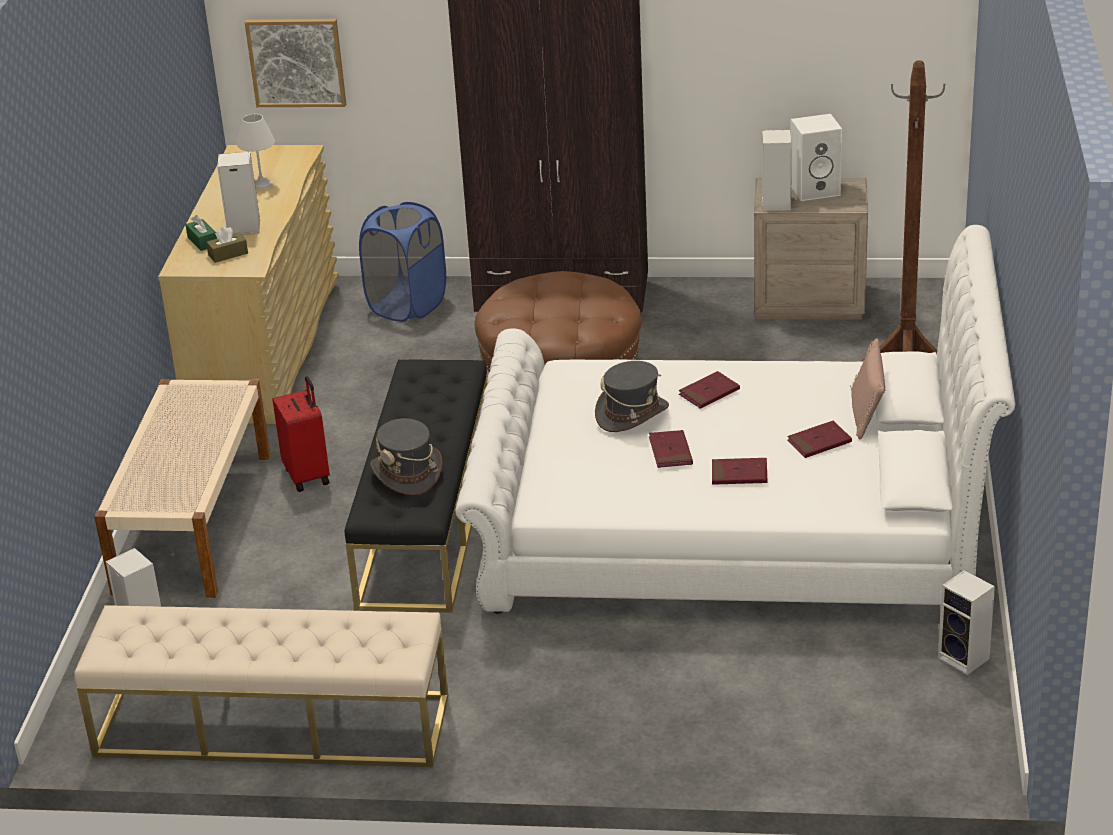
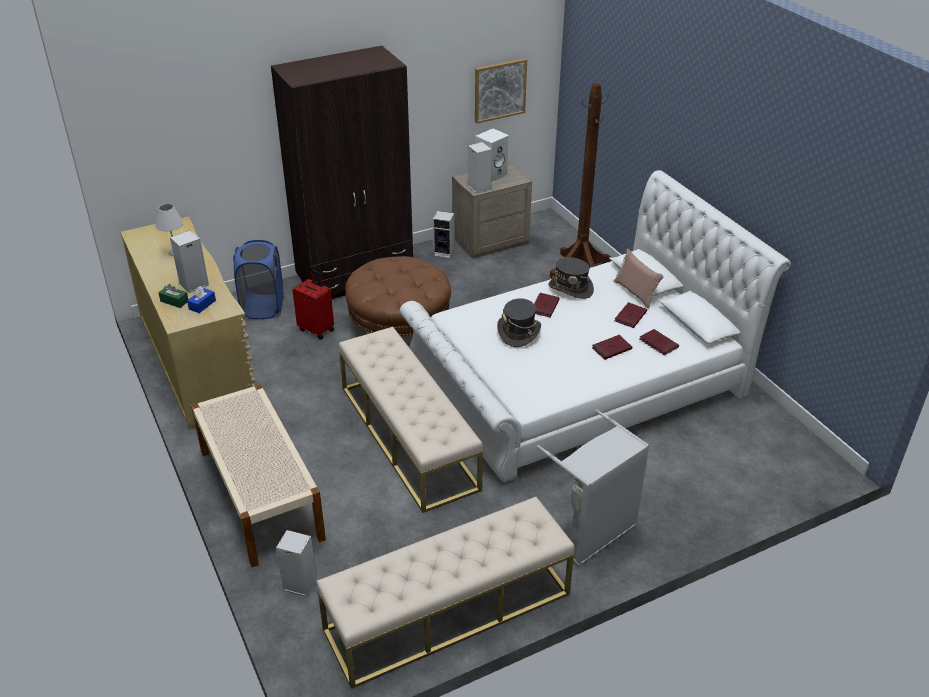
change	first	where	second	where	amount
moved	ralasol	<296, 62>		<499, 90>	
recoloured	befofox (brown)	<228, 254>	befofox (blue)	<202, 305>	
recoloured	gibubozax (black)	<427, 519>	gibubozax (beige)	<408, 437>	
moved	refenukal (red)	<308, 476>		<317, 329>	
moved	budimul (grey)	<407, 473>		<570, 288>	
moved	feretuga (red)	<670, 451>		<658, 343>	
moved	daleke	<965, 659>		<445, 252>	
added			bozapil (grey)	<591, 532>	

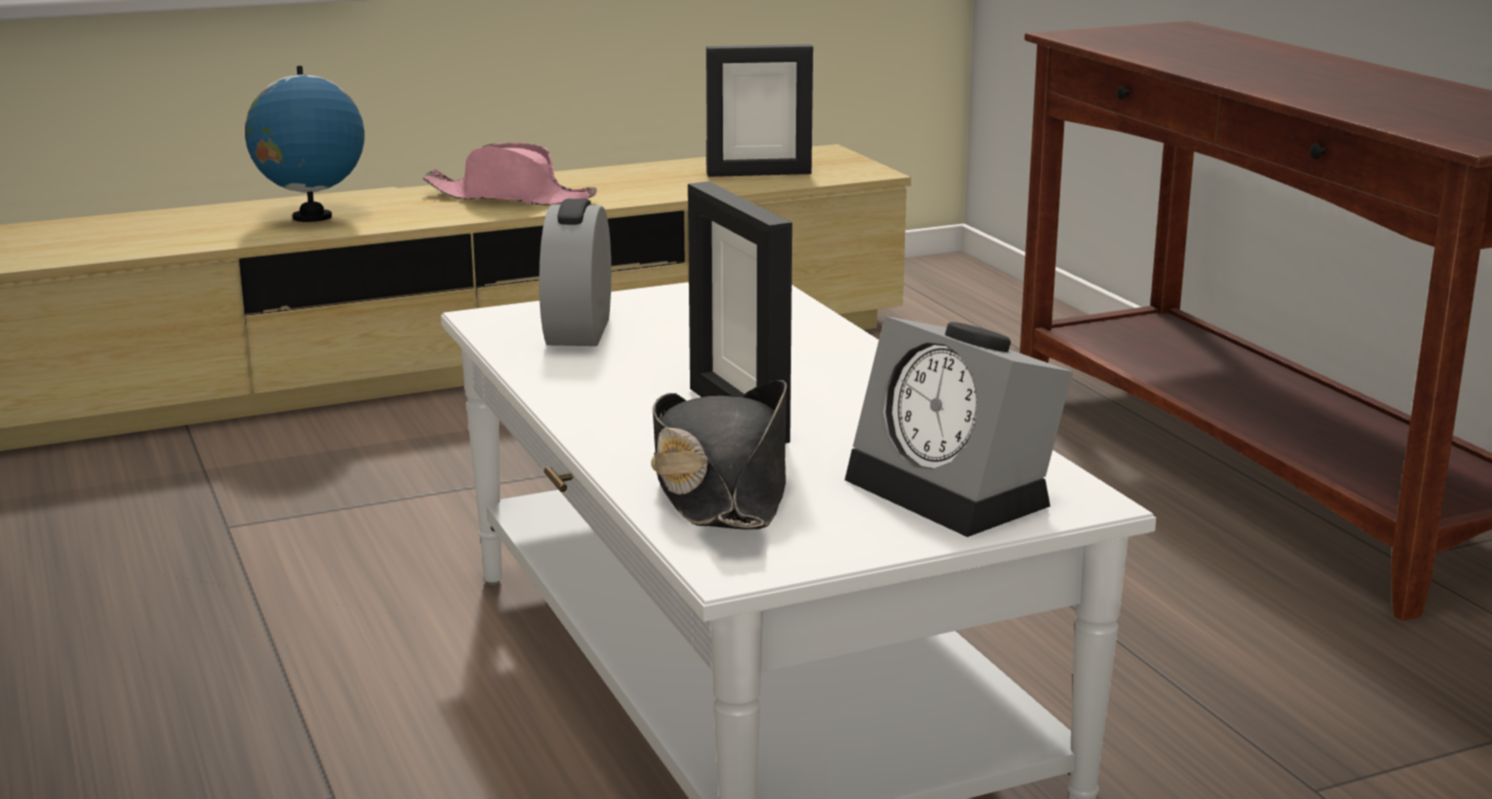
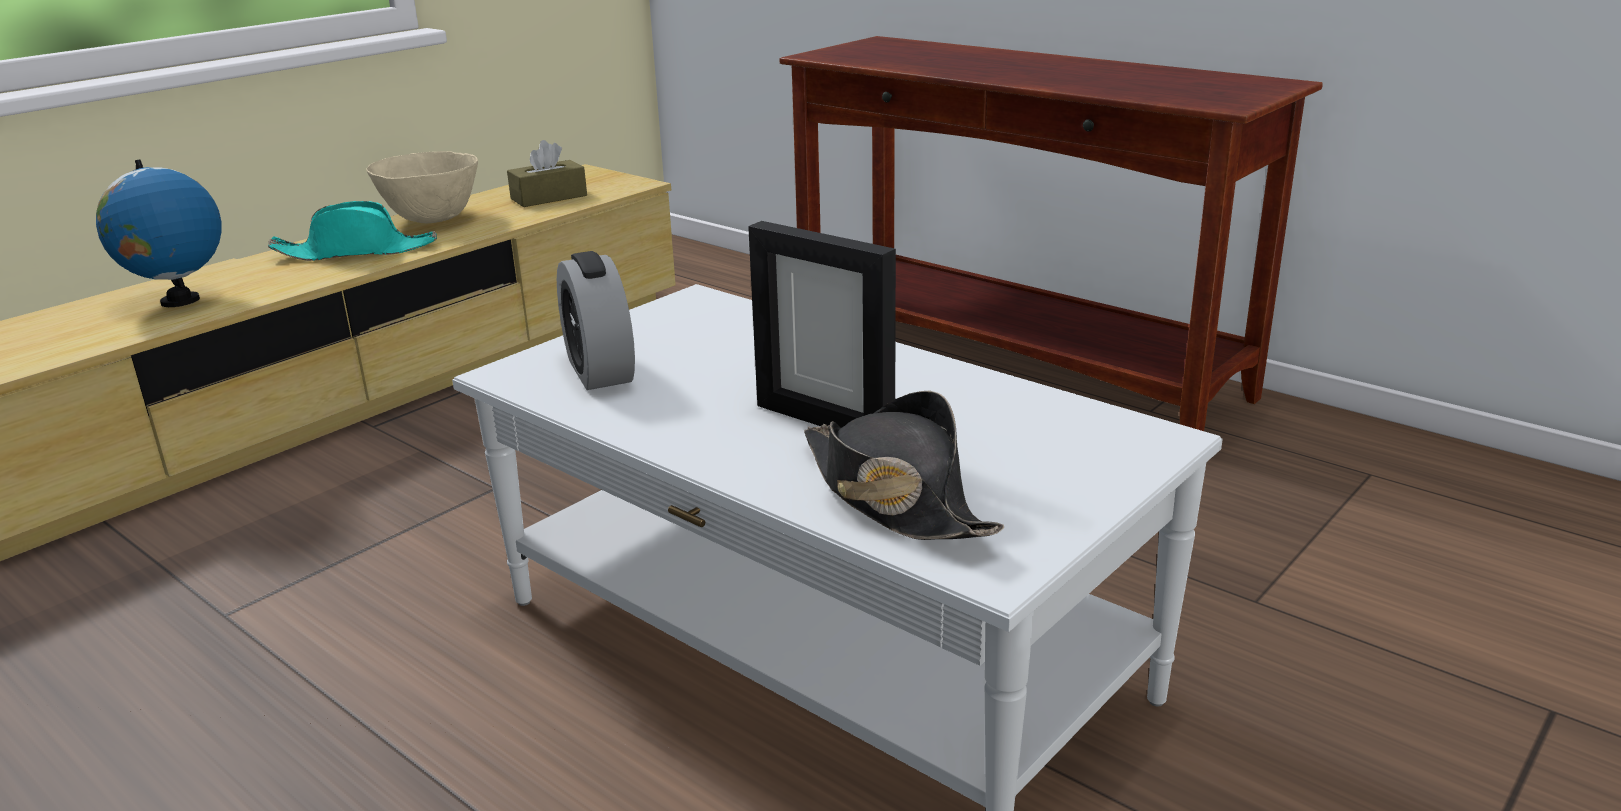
change	first	where	second	where	amount
replaced	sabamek	<758, 173>	befofox (brown)	<549, 197>	
recoloured	budimul (pink)	<511, 198>	budimul (turquoise)	<356, 252>	
removed	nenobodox	<958, 492>			
added			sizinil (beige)	<432, 219>	

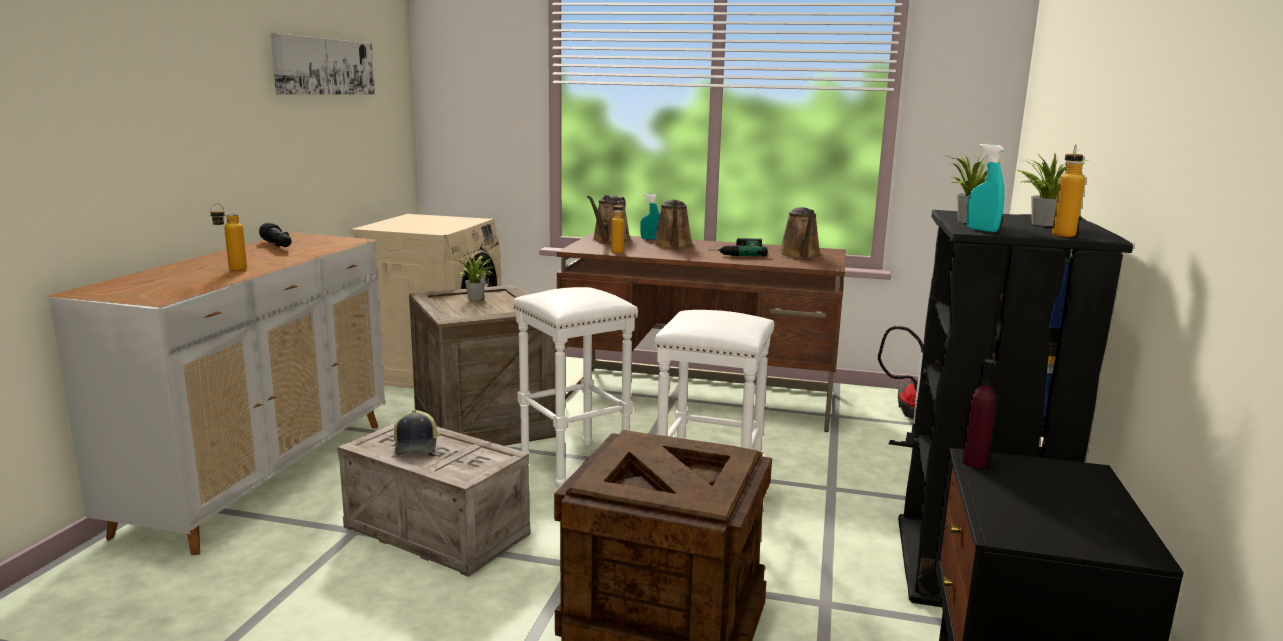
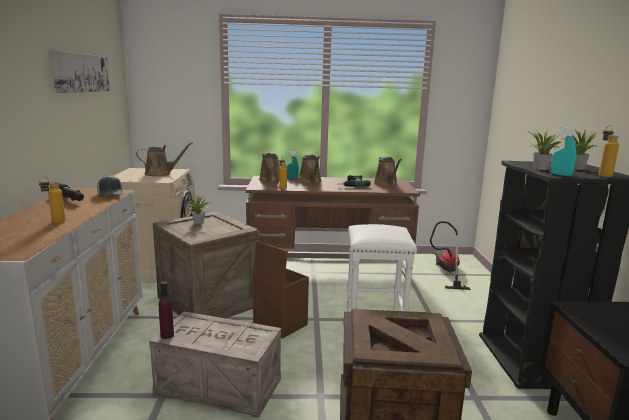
change	first	where	second	where	amount
replaced	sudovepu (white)	<571, 463>	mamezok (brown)	<279, 324>	
moved	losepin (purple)	<974, 462>		<167, 335>	
moved	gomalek	<416, 445>		<111, 194>	
added			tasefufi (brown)	<161, 174>	

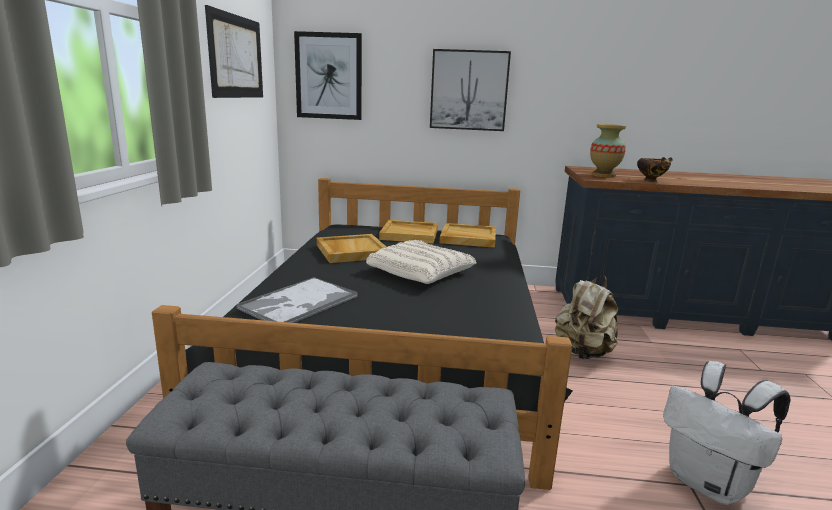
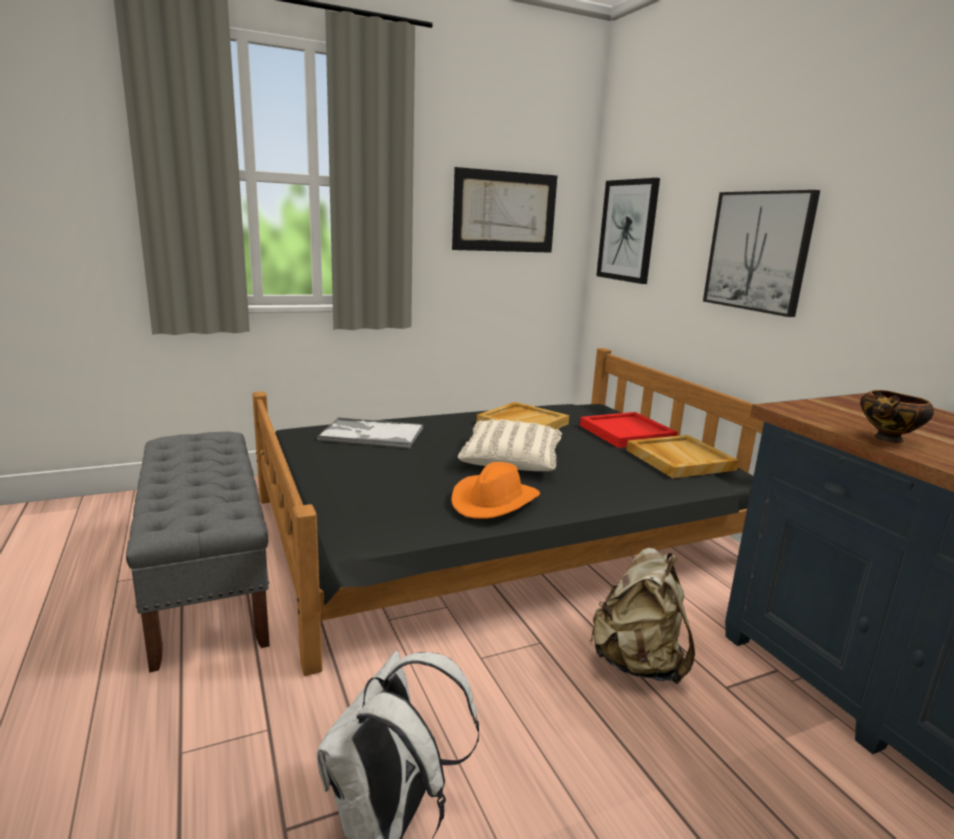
change	first	where	second	where	amount
removed	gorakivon	<603, 175>			
recoloured	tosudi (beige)	<410, 234>	tosudi (red)	<627, 433>	
added			budimul (orange)	<494, 501>	

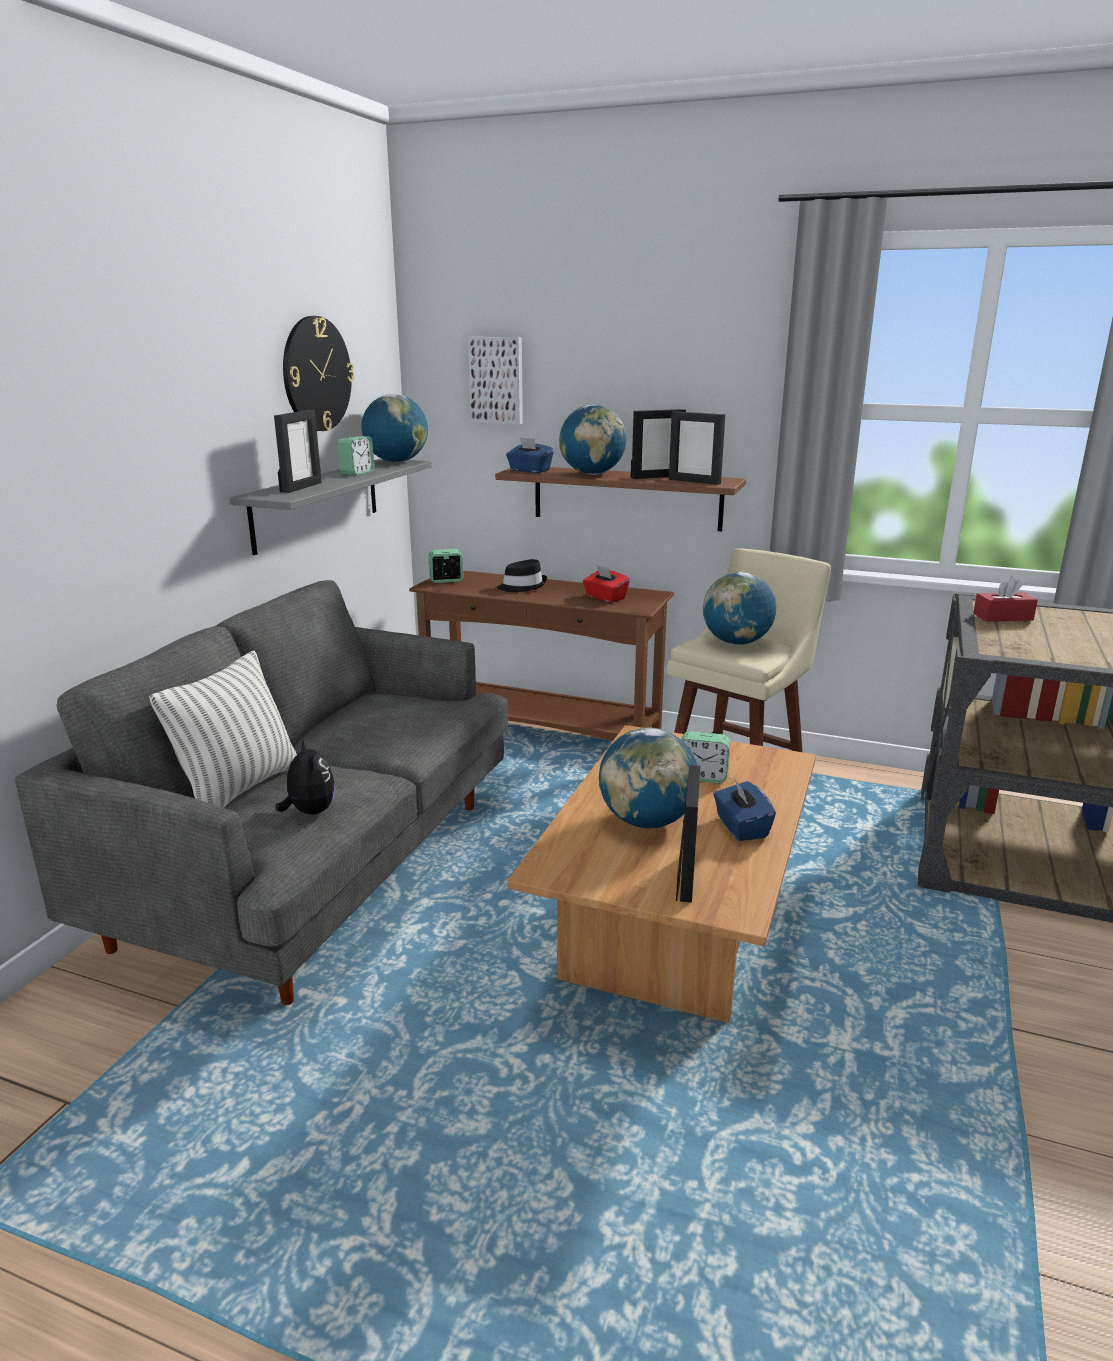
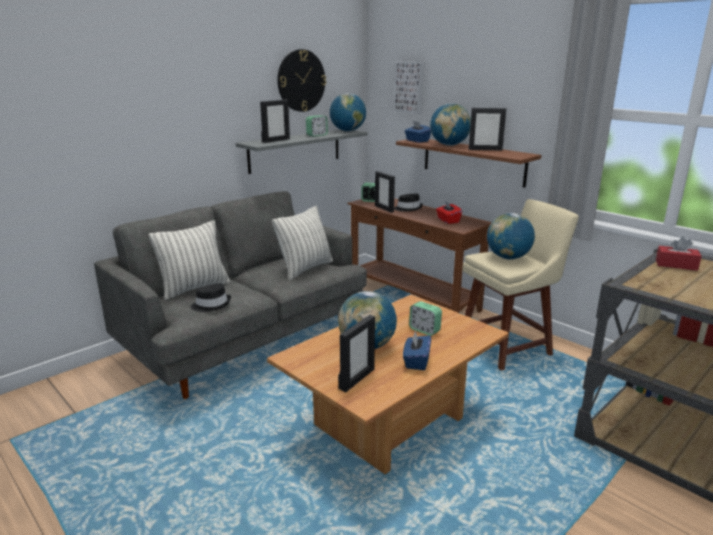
change	first	where	second	where	amount
moved	sabamek	<695, 481>		<384, 208>	
replaced	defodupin	<309, 812>	budimul (black)	<211, 305>	
added			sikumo	<305, 268>	

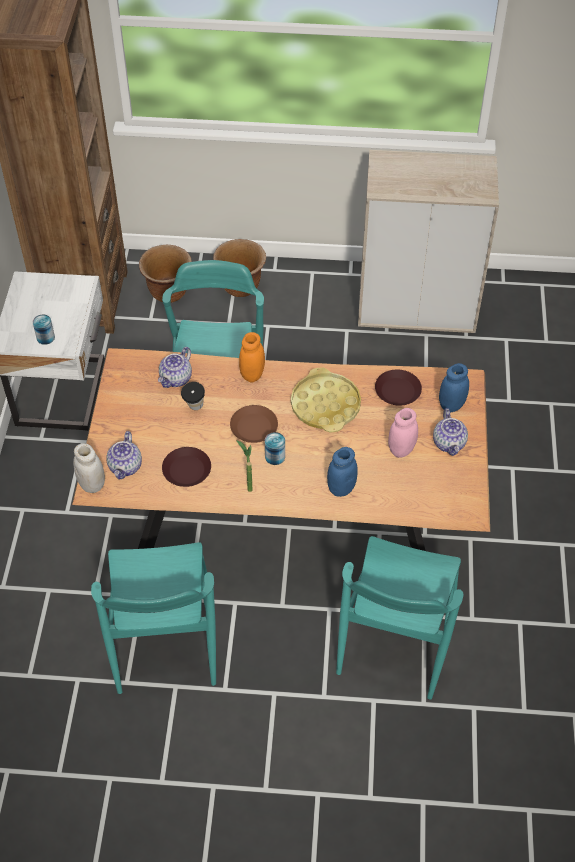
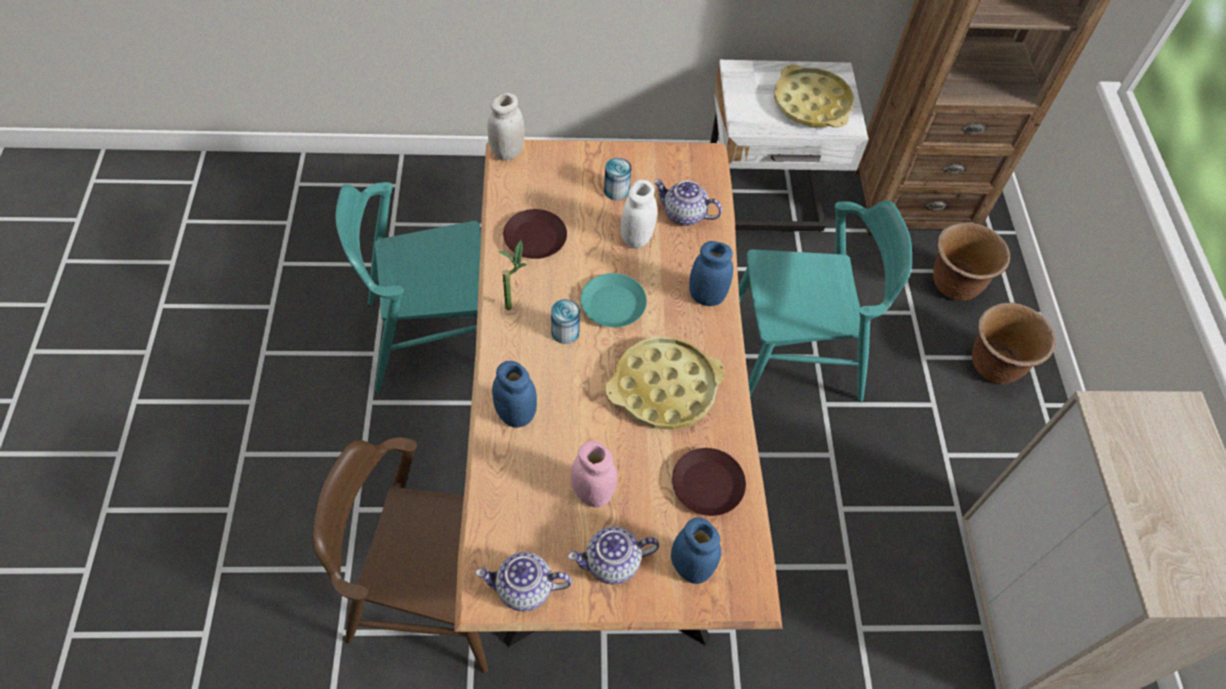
change	first	where	second	where	amount
moved	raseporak	<45, 337>		<616, 190>	
recoloured	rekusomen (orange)	<252, 374>	rekusomen (blue)	<706, 296>	
replaced	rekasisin	<194, 408>	rekusomen (white)	<636, 238>	
recoloured	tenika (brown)	<254, 427>	tenika (turquoise)	<613, 305>	
moved	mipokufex	<126, 467>		<524, 589>	
recoloured	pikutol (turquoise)	<395, 640>	pikutol (brown)	<434, 593>	
added			tosudi (yellow)	<811, 103>	

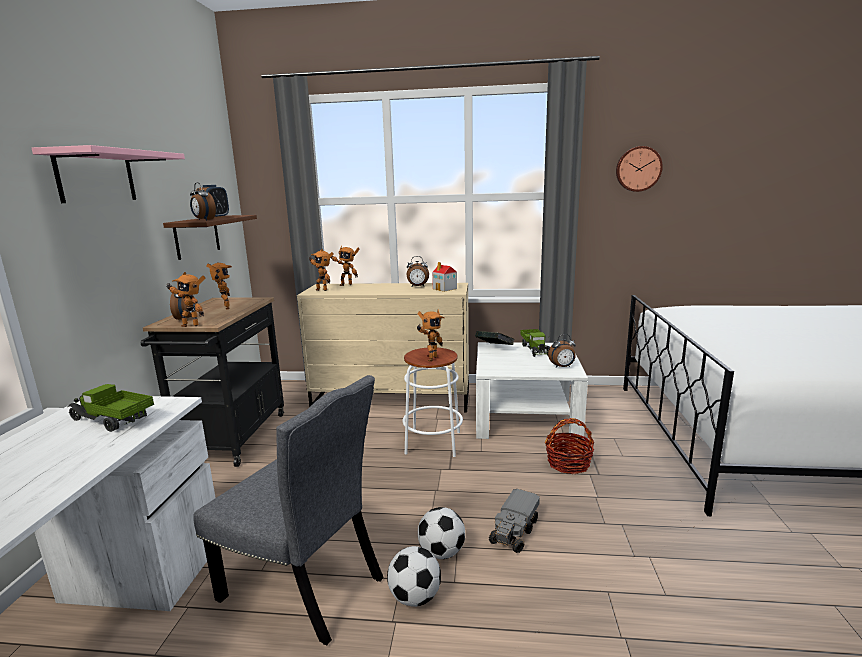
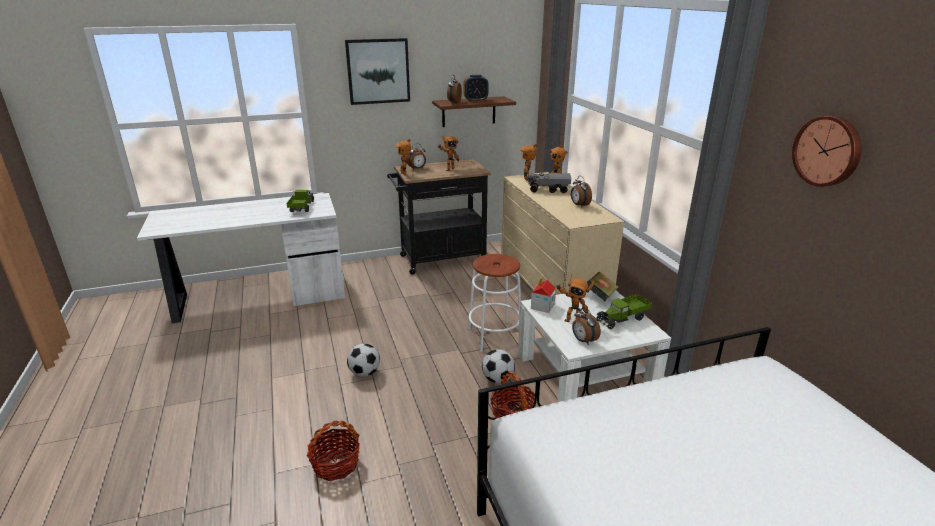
change	first	where	second	where	amount
replaced	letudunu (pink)	<96, 176>	ralasol	<378, 71>	
moved	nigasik	<445, 289>		<542, 306>	
moved	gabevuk	<430, 358>		<571, 319>	
removed	pikutol (grey)	<302, 584>			
moved	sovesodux	<514, 532>		<548, 190>	
moved	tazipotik	<415, 597>		<497, 379>	
added			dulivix	<335, 464>	

